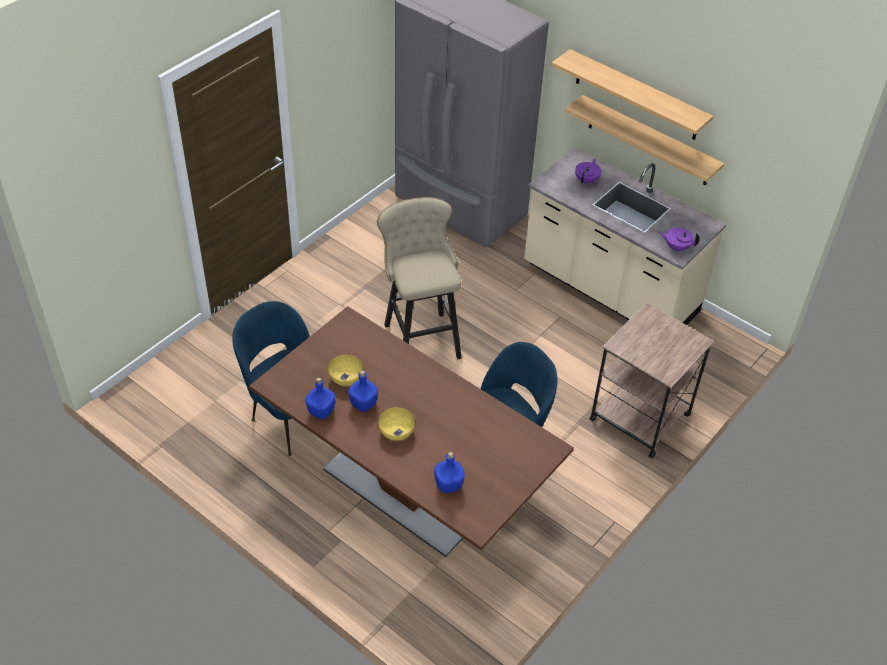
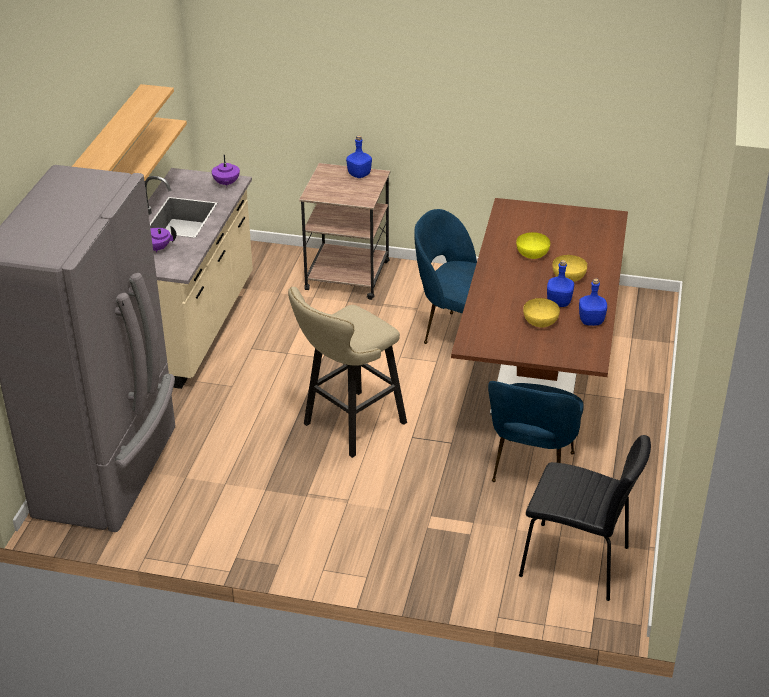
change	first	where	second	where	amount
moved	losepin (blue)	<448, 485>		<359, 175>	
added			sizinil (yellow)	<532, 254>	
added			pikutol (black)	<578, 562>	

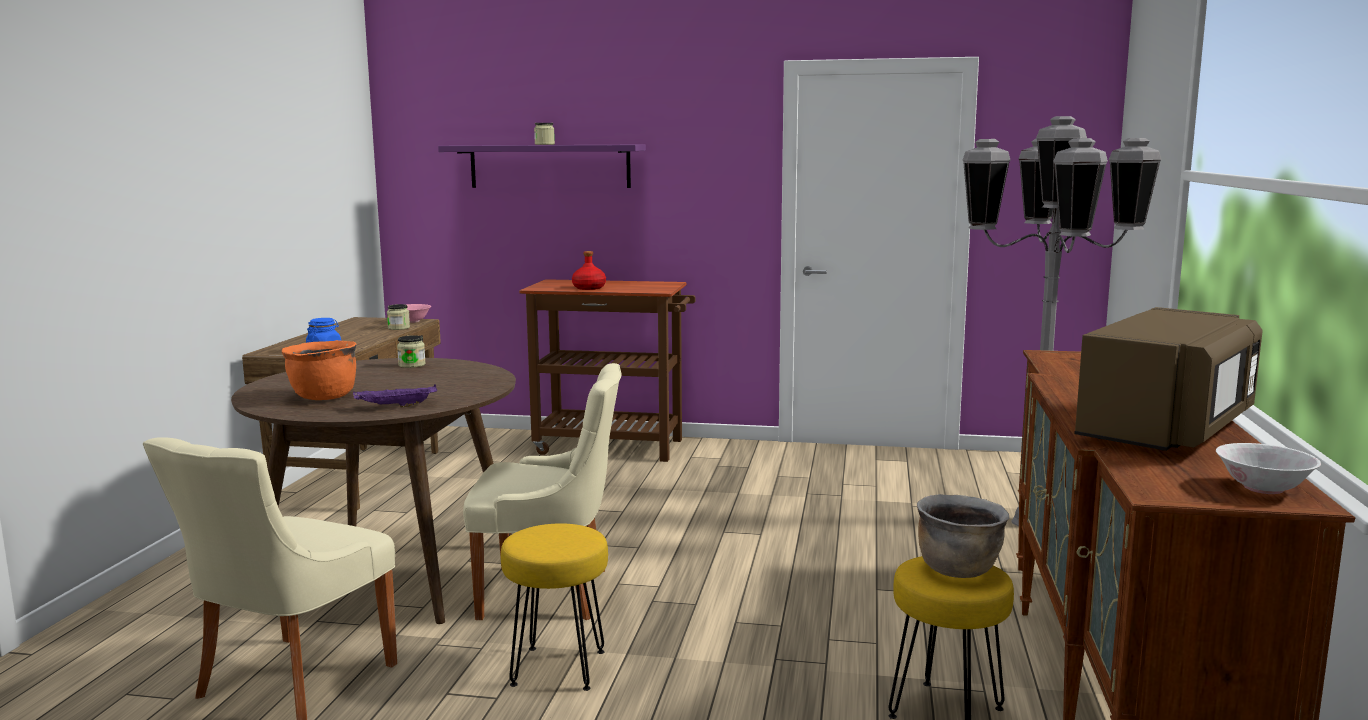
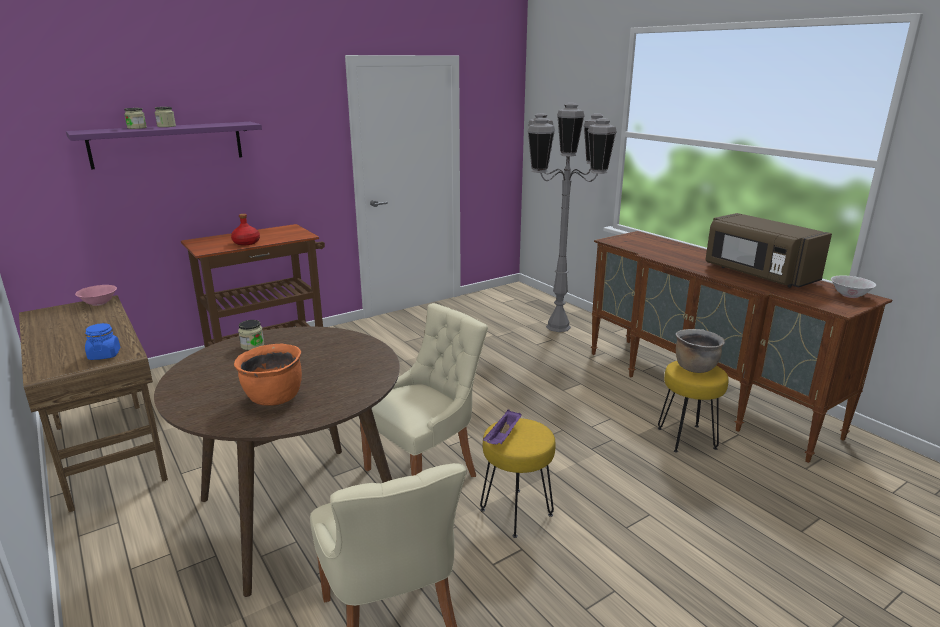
change	first	where	second	where	amount
moved	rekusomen	<399, 328>		<137, 128>	
turned	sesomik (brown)	<1166, 430>		<757, 274>	150 degrees clockwise
moved	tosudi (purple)	<395, 407>		<503, 437>	

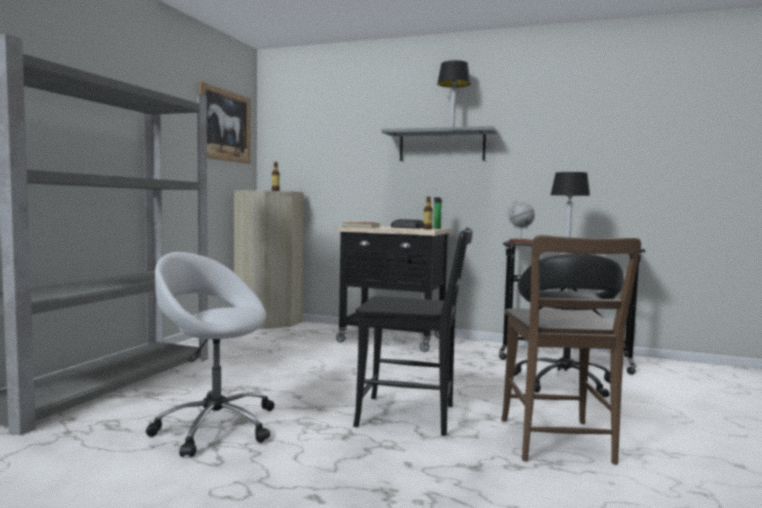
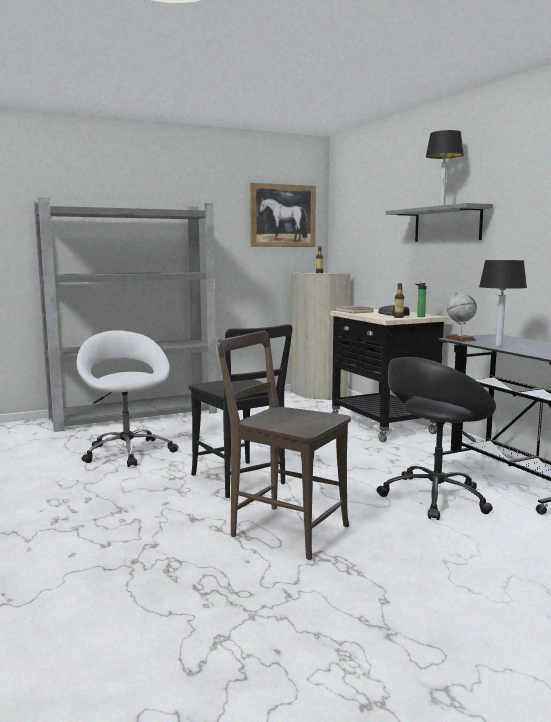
change	first	where	second	where	amount
turned	pikutol (brown)	<557, 444>		<284, 529>	75 degrees clockwise

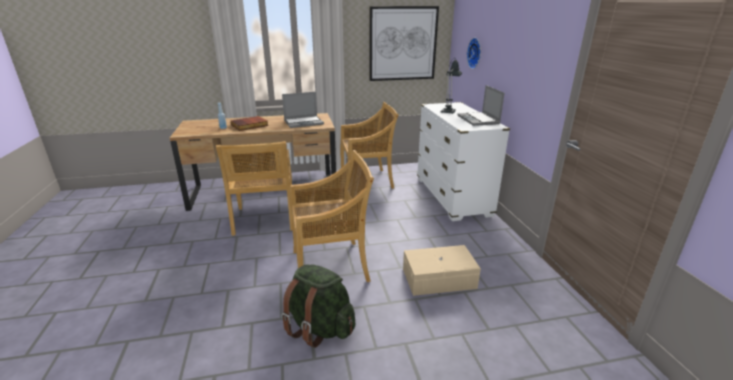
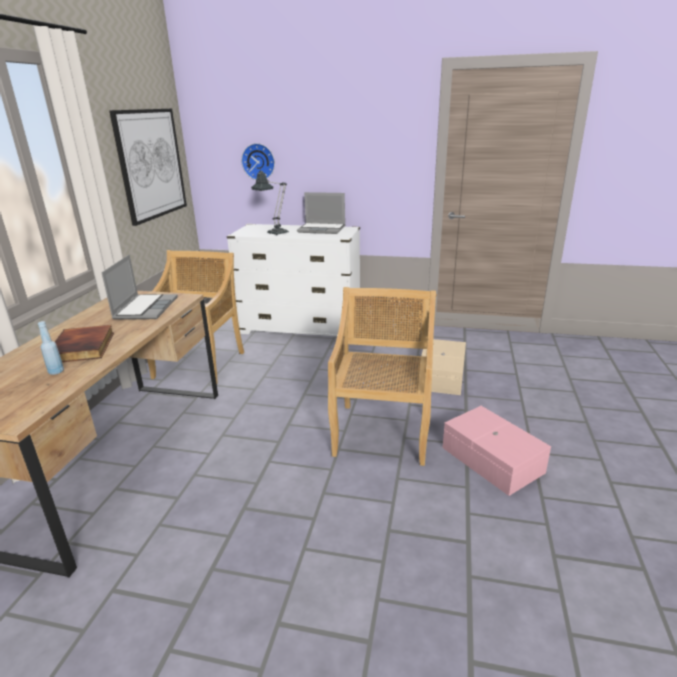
change	first	where	second	where	amount
removed	pikutol (beige)	<264, 220>			
replaced	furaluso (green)	<320, 328>	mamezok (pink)	<491, 461>	

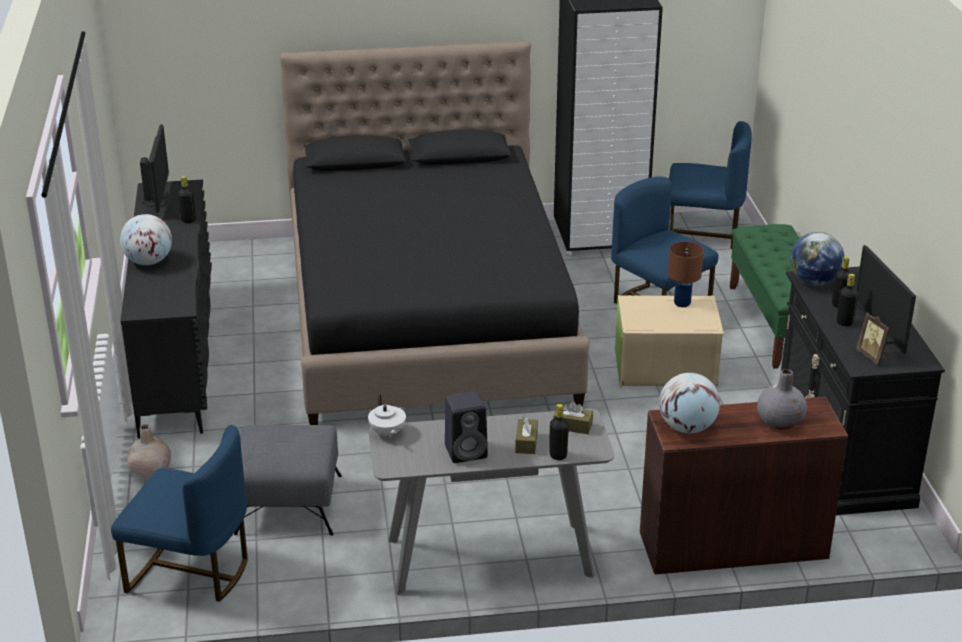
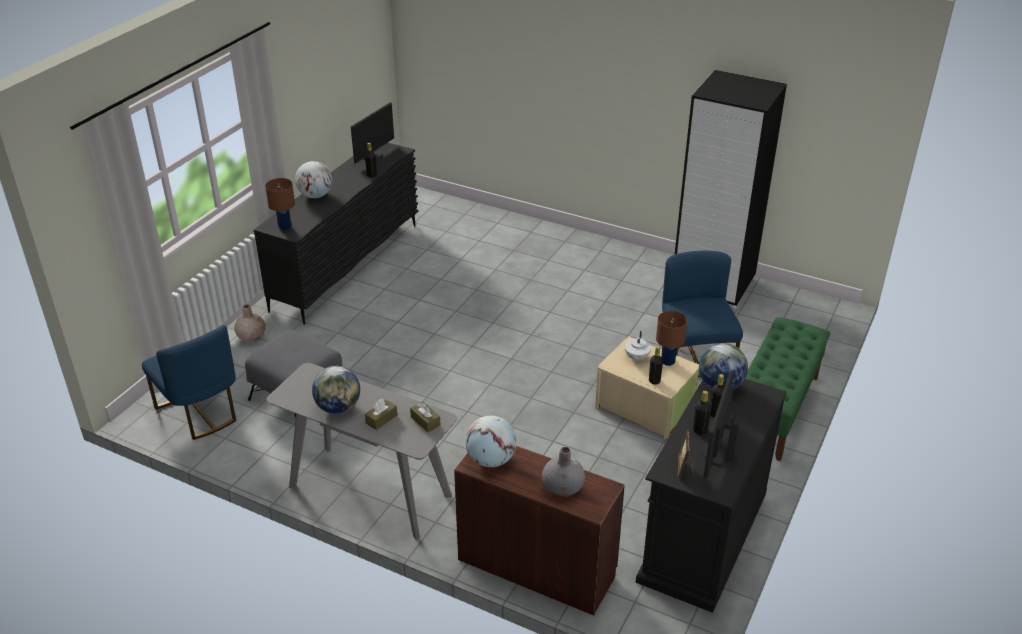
change	first	where	second	where	amount
removed	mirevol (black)	<427, 315>			
removed	pikutol (blue)	<701, 235>			
replaced	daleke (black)	<467, 451>	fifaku	<338, 407>	
moved	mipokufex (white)	<387, 433>		<636, 357>	
moved	losepin (black)	<558, 455>		<654, 381>	
added			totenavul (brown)	<284, 227>	

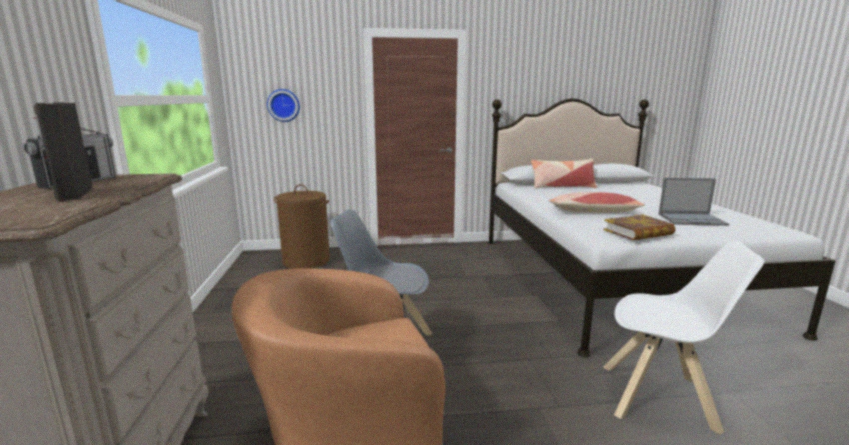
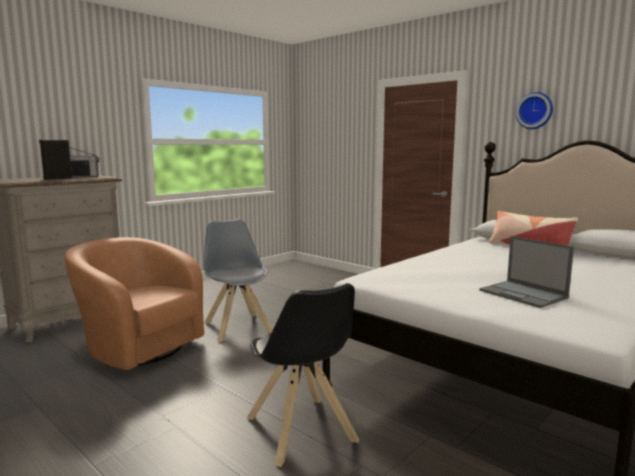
change	first	where	second	where	amount
moved	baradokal	<284, 105>		<535, 110>	
removed	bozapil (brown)	<306, 261>			
removed	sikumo	<593, 212>			
removed	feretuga	<638, 232>			
recoloured	pikutol (white)	<661, 398>	pikutol (black)	<301, 431>	

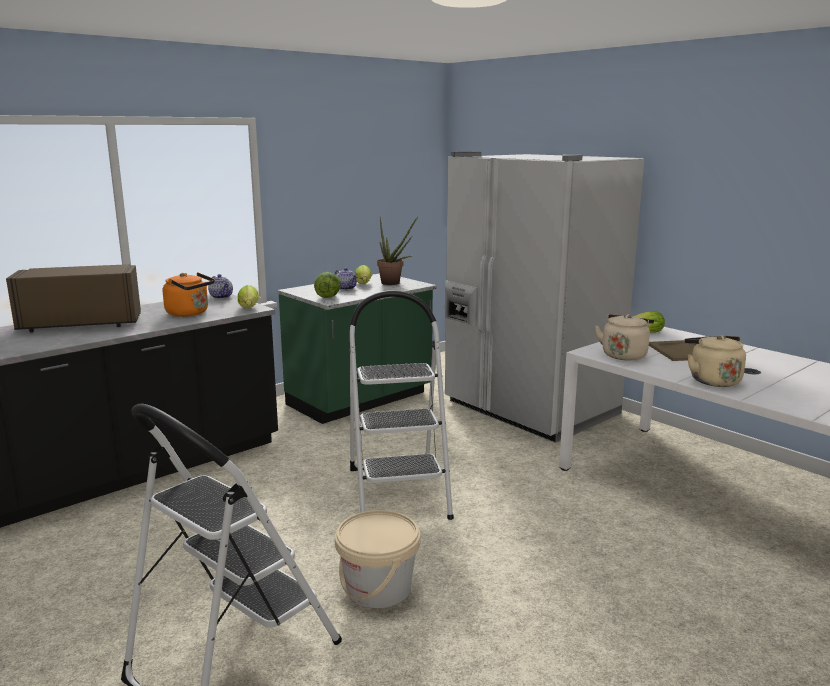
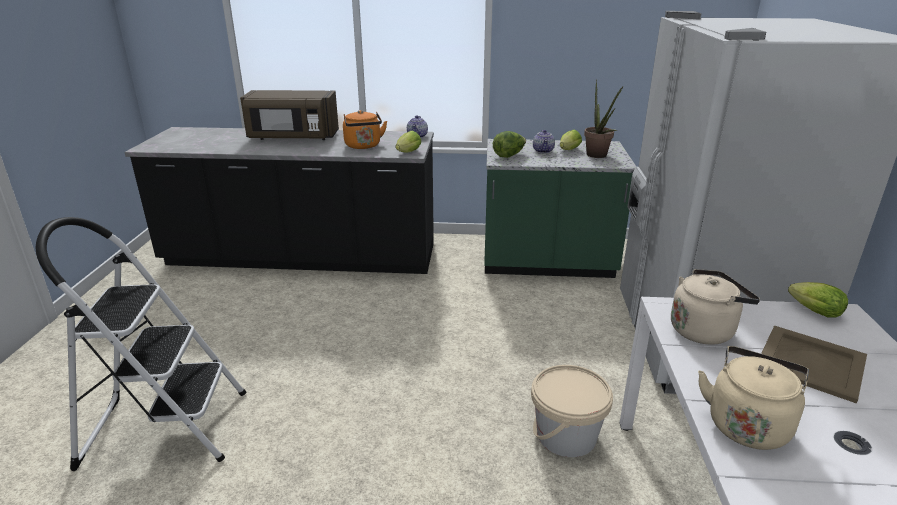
change	first	where	second	where	amount
turned	sesomik (brown)	<82, 323>		<292, 137>	150 degrees clockwise
removed	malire	<398, 491>			
moved	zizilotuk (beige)	<378, 588>		<566, 435>	

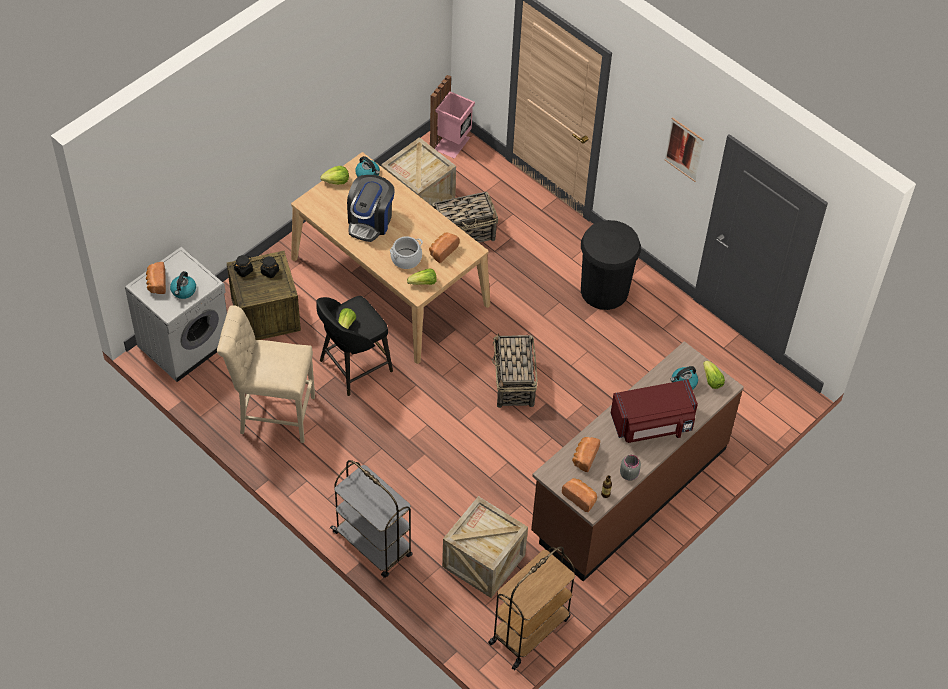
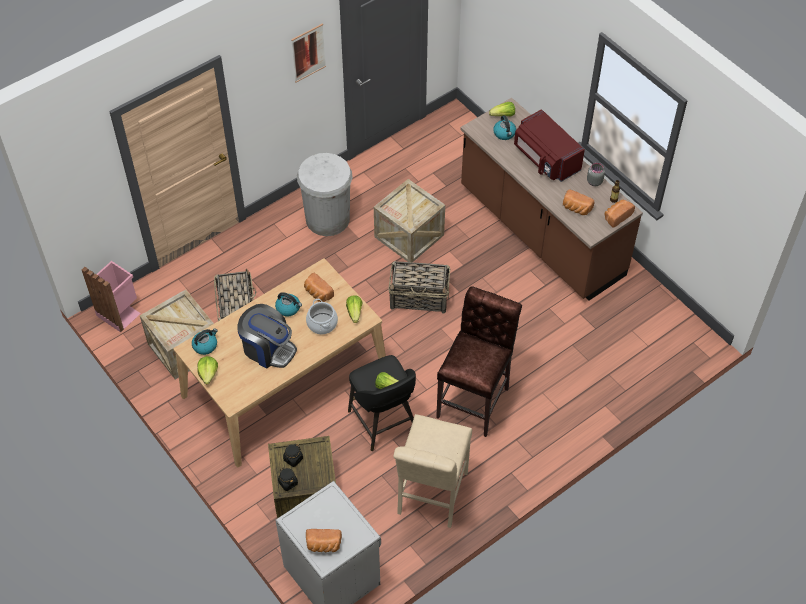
change	first	where	second	where	amount
recoloured	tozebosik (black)	<604, 290>	tozebosik (white)	<327, 219>	
moved	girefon	<183, 291>		<288, 308>	
turned	sesomik (red)	<653, 424>		<545, 159>	150 degrees clockwise
removed	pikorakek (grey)	<373, 545>			
moved	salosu	<483, 561>		<409, 236>	
removed	pikorakek (brown)	<530, 630>			
added			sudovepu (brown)	<475, 399>	

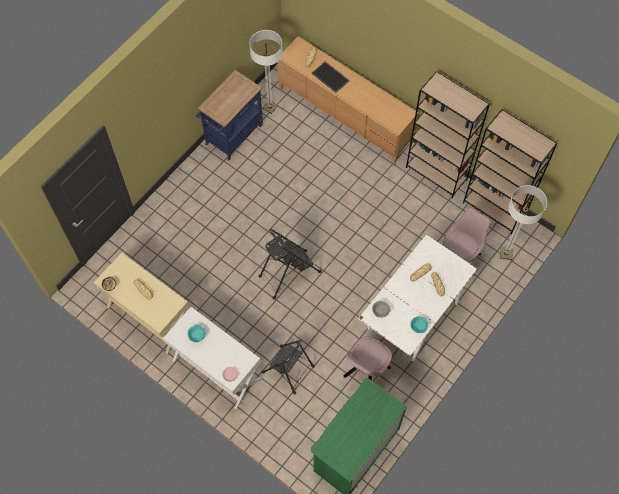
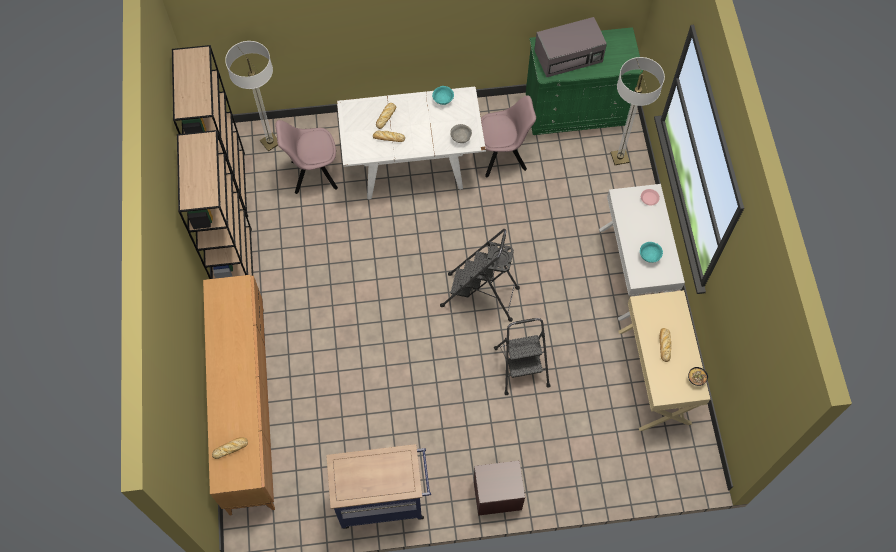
change	first	where	second	where	amount
moved	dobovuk	<270, 107>		<619, 157>	
removed	tosudi	<331, 77>			
moved	malire (black)	<289, 370>		<521, 364>	
added			sesomik (grey)	<569, 55>	
added			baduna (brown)	<497, 495>	

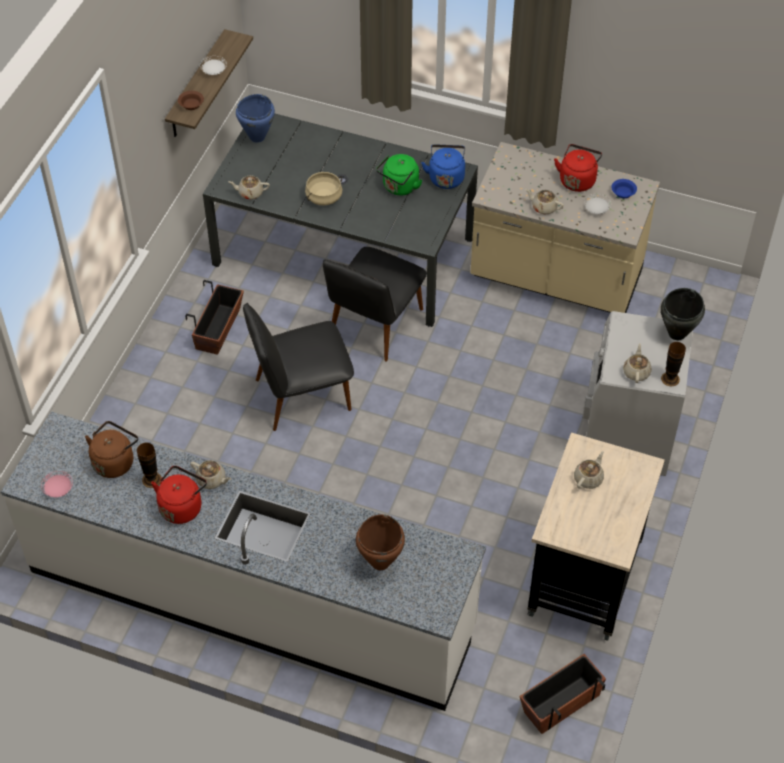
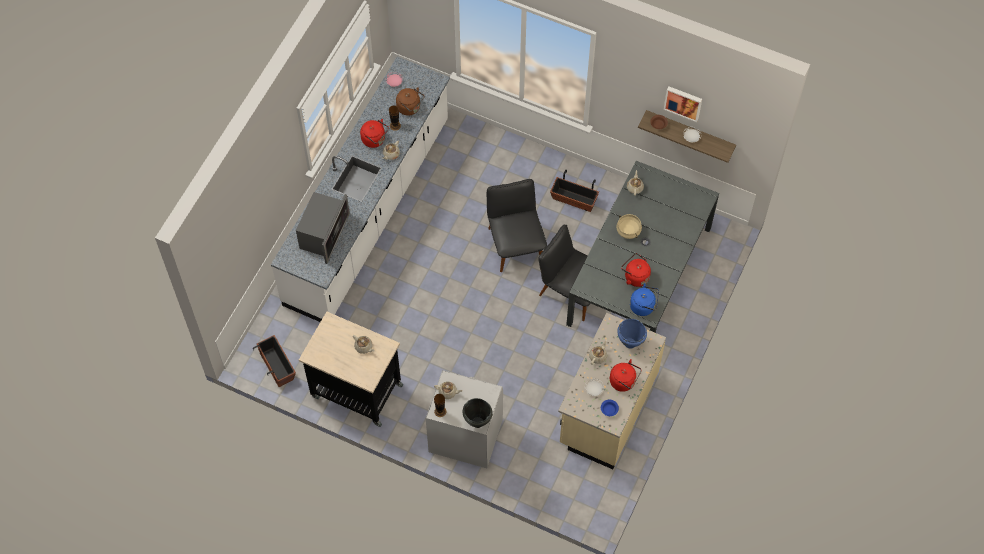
change	first	where	second	where	amount
moved	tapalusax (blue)	<257, 137>		<630, 343>	
recoloured	girefon (green)	<399, 187>	girefon (red)	<635, 276>	
replaced	tapalusax (brown)	<379, 562>	sesomik	<323, 234>	
added			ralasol	<683, 102>	

